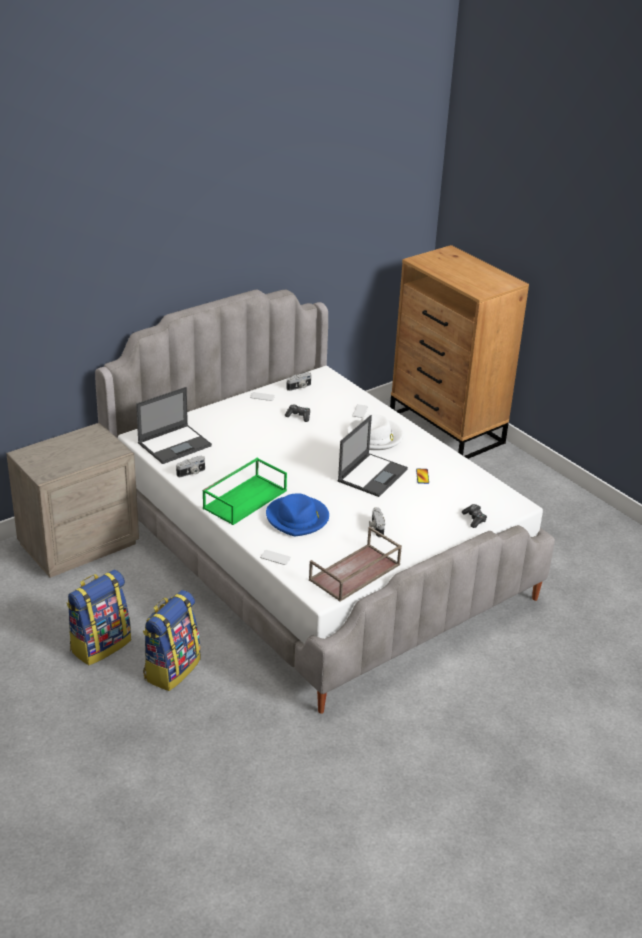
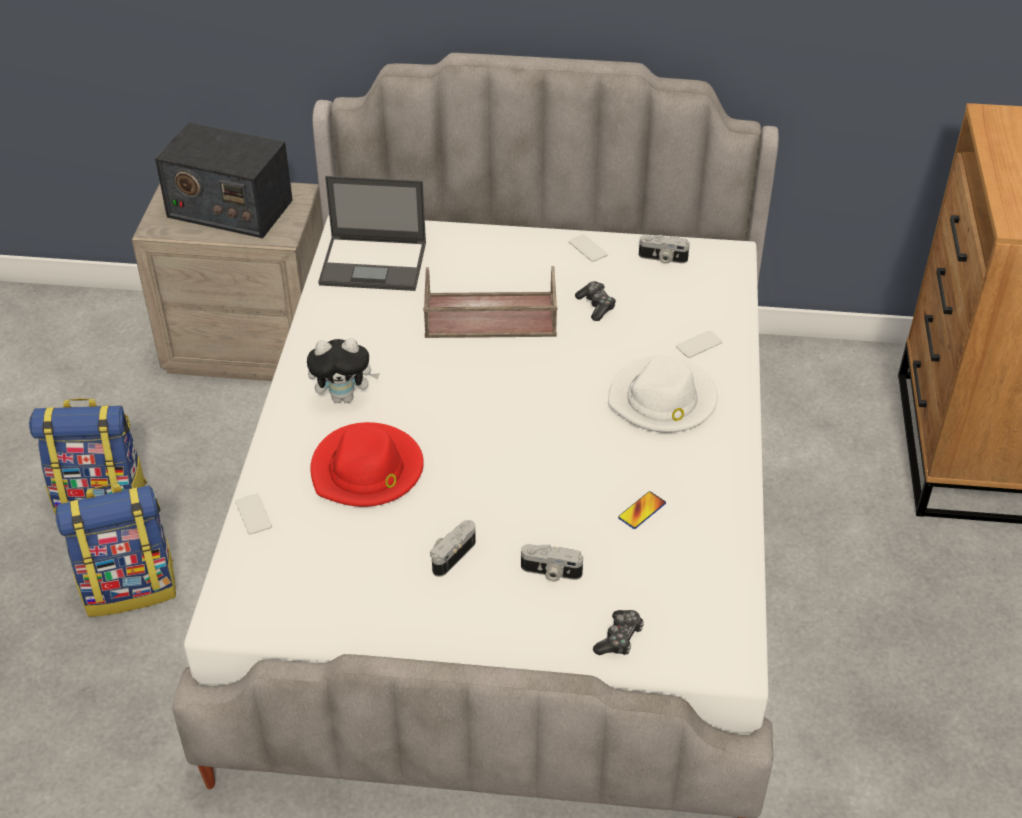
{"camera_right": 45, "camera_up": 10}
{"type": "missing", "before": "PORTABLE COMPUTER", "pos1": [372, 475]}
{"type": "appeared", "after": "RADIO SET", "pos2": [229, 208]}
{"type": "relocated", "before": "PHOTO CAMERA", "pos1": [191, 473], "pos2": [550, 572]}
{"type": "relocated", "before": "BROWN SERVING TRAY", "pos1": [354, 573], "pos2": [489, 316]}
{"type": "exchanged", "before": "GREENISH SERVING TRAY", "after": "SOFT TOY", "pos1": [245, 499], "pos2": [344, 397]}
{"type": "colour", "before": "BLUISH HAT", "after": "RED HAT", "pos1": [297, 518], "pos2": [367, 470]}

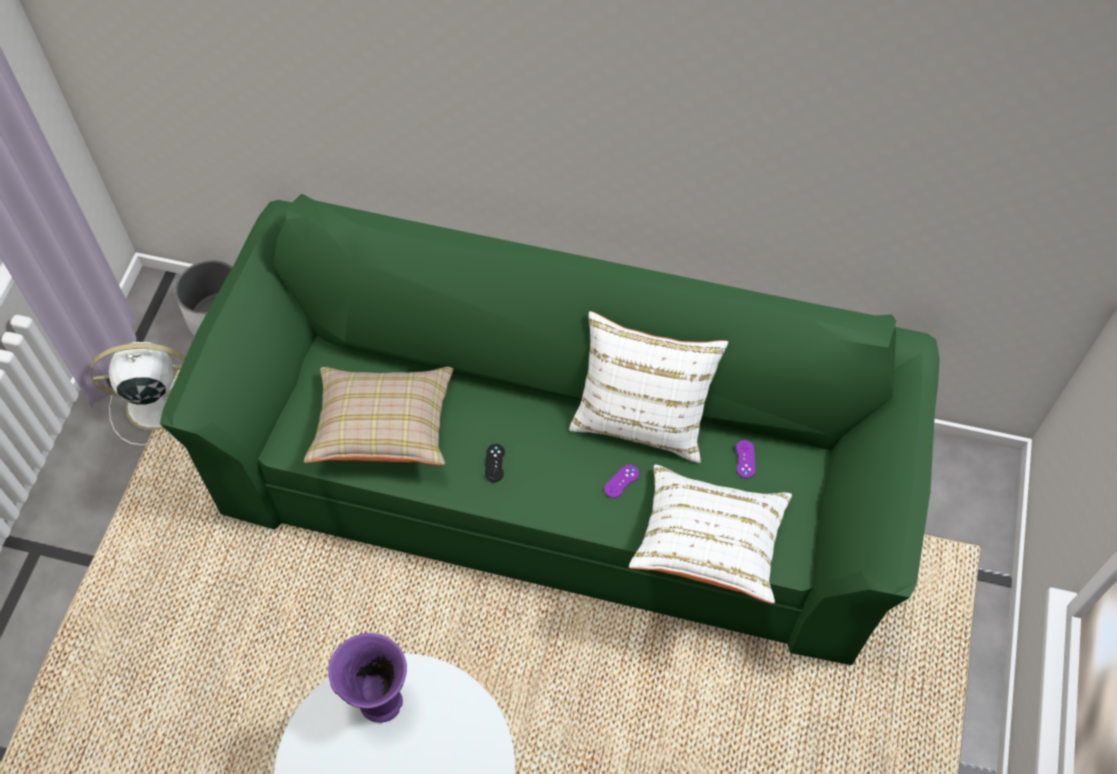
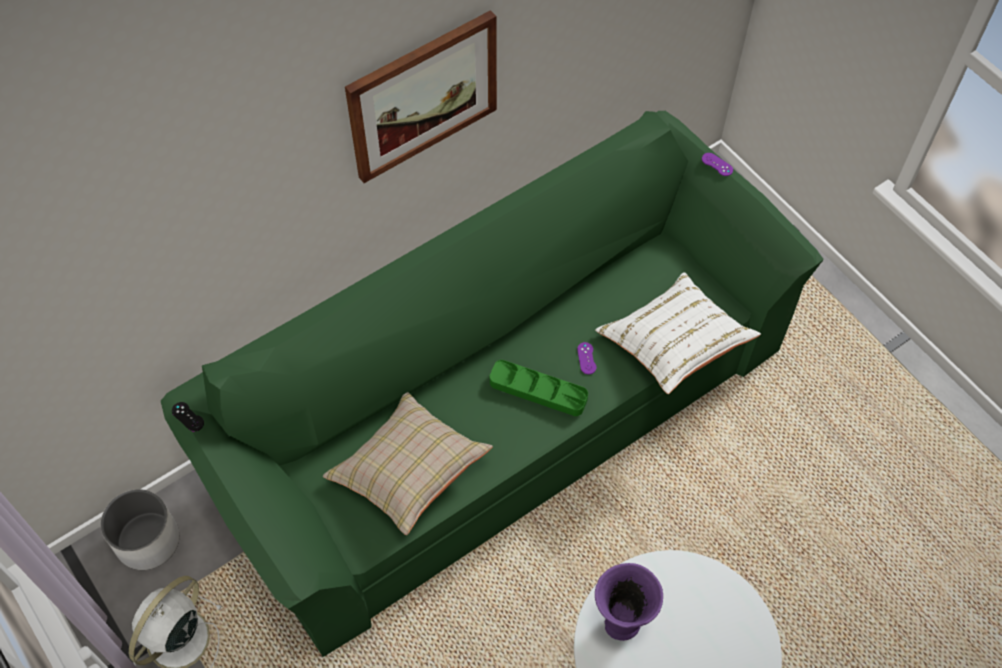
{"camera_right": -50, "camera_up": 0}
{"type": "missing", "before": "WHITE PILLOW", "pos1": [642, 416]}
{"type": "appeared", "after": "WALL ART", "pos2": [422, 95]}
{"type": "appeared", "after": "GREENISH SERVING TRAY", "pos2": [538, 390]}
{"type": "relocated", "before": "BLACKISH GAMEPAD", "pos1": [495, 463], "pos2": [188, 416]}
{"type": "relocated", "before": "PURPLE-COLOURED GAMEPAD", "pos1": [745, 459], "pos2": [717, 164]}

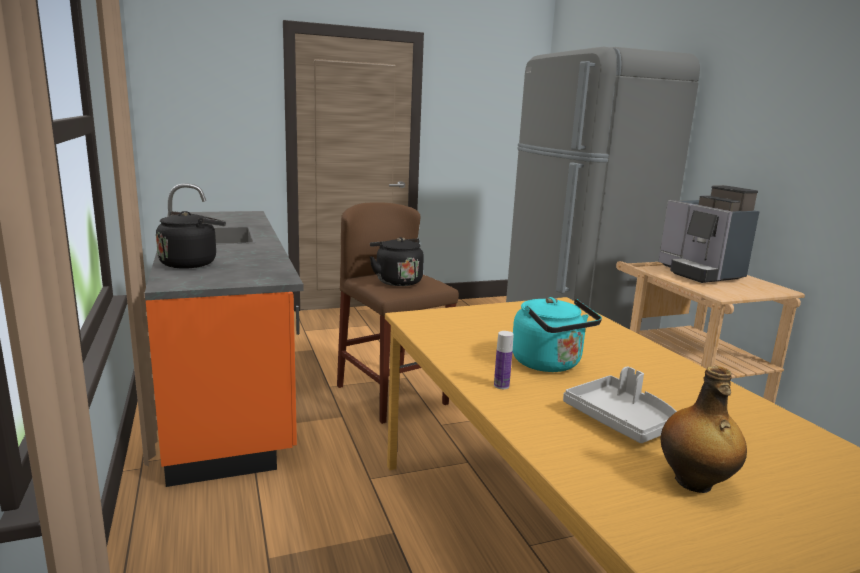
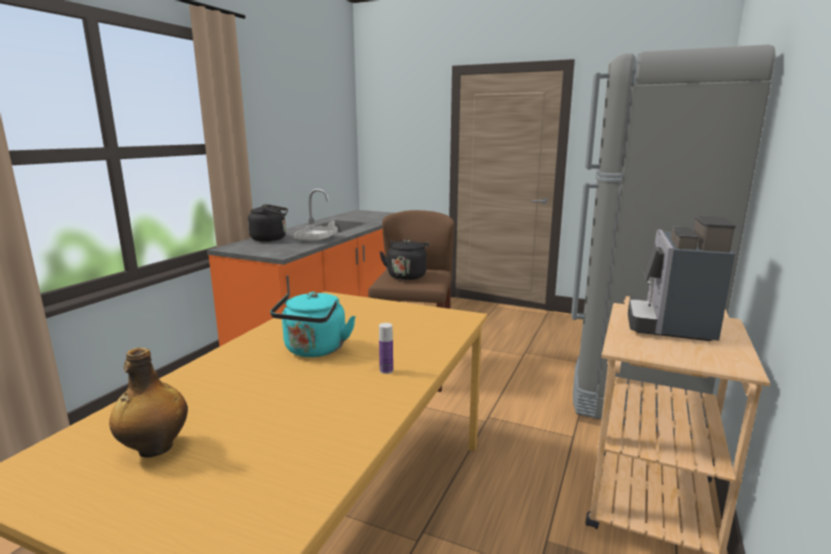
{"camera_right": 45, "camera_up": 0}
{"type": "relocated", "before": "BOTTLE", "pos1": [501, 386], "pos2": [386, 370]}
{"type": "relocated", "before": "GREY SERVING TRAY", "pos1": [621, 420], "pos2": [317, 239]}

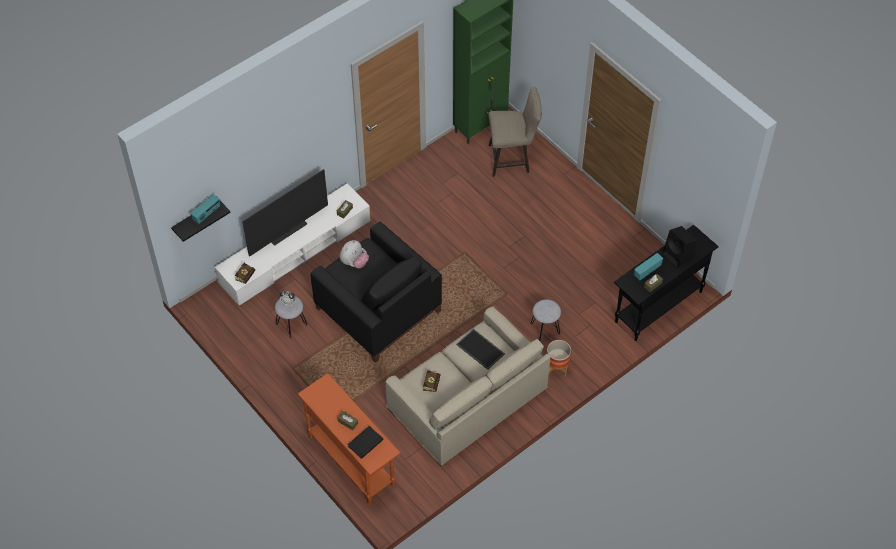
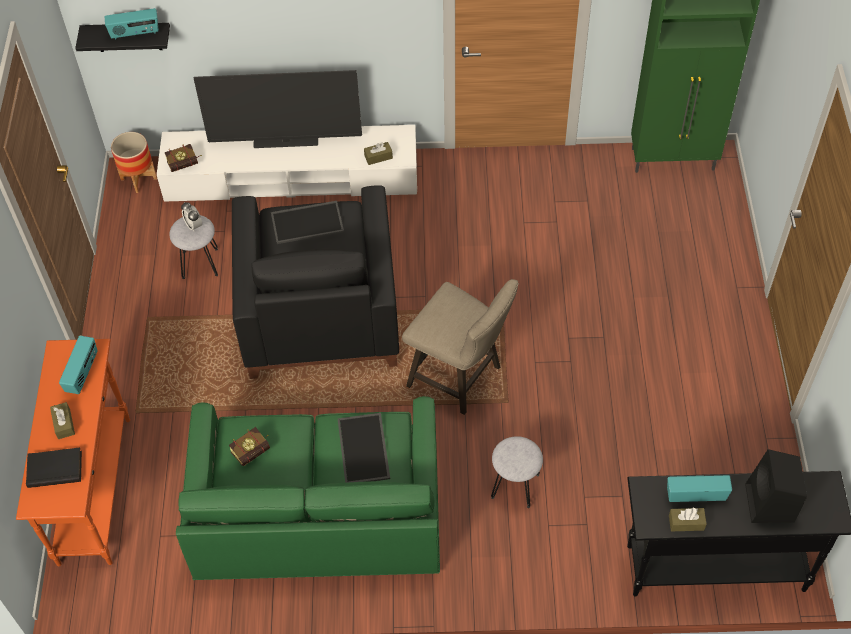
{"camera_right": 40, "camera_up": 0}
{"type": "appeared", "after": "RADIO SET", "pos2": [83, 373]}
{"type": "relocated", "before": "BEIGE-COLOURED SITTING STOOL", "pos1": [512, 159], "pos2": [460, 378]}
{"type": "relocated", "before": "FLOWER POT", "pos1": [557, 368], "pos2": [138, 179]}
{"type": "exchanged", "before": "SOFT TOY", "after": "SERVING TRAY", "pos1": [354, 262], "pos2": [307, 221]}
{"type": "colour", "before": "BEIGE-COLOURED SETTEE", "after": "GREENISH SETTEE", "pos1": [467, 399], "pos2": [317, 511]}

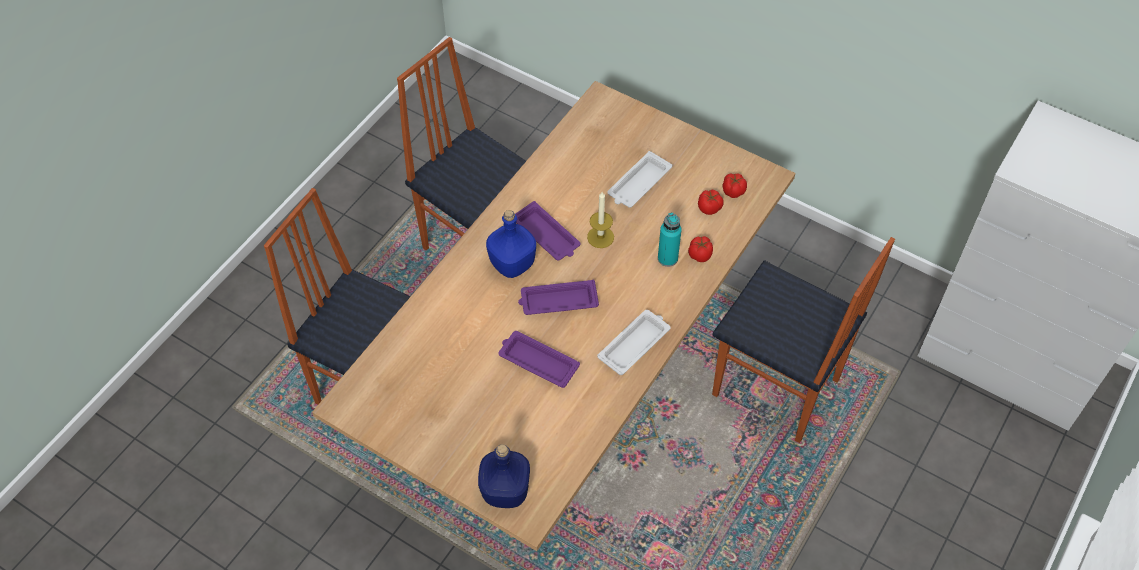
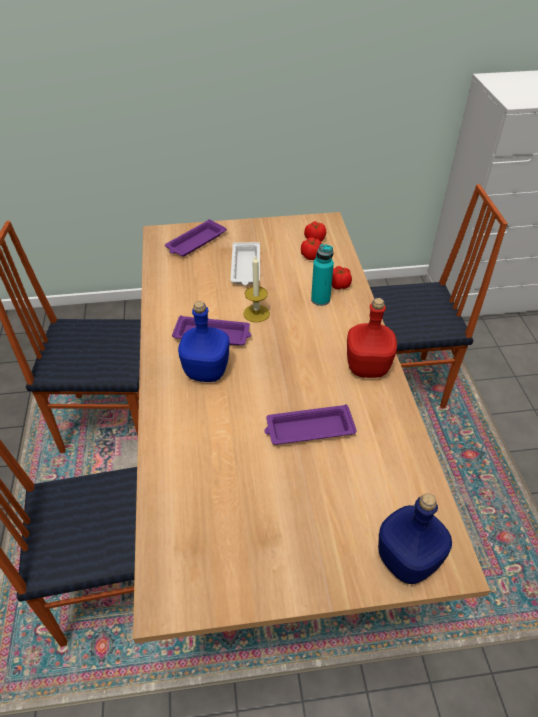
{"camera_right": -40, "camera_up": -10}
{"type": "relocated", "before": "PURPLE-COLOURED SERVING TRAY", "pos1": [557, 301], "pos2": [195, 242]}
{"type": "exchanged", "before": "WHITE SERVING TRAY", "after": "RED BOTTLE", "pos1": [635, 344], "pos2": [366, 367]}

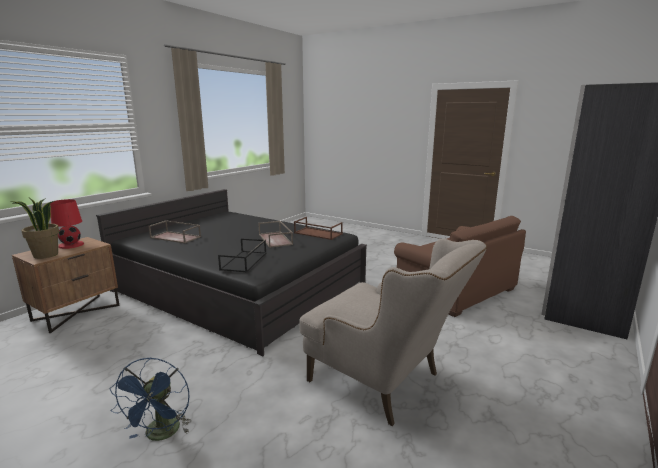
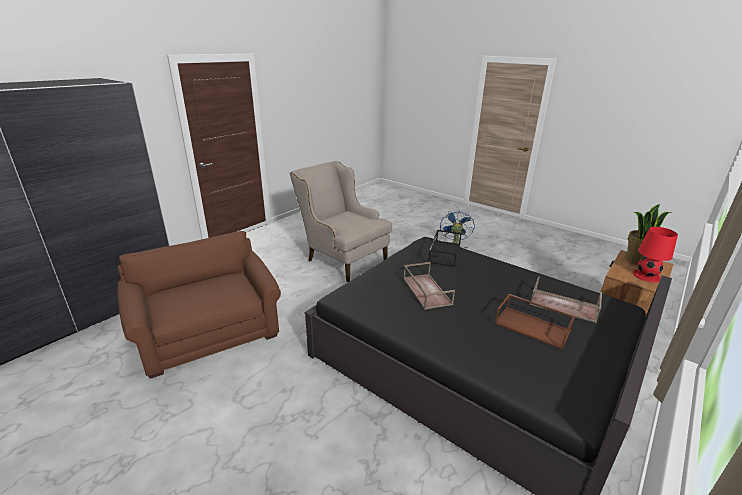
{"camera_right": -175, "camera_up": 10}
{"type": "relocated", "before": "BROWN SERVING TRAY", "pos1": [317, 233], "pos2": [533, 327]}

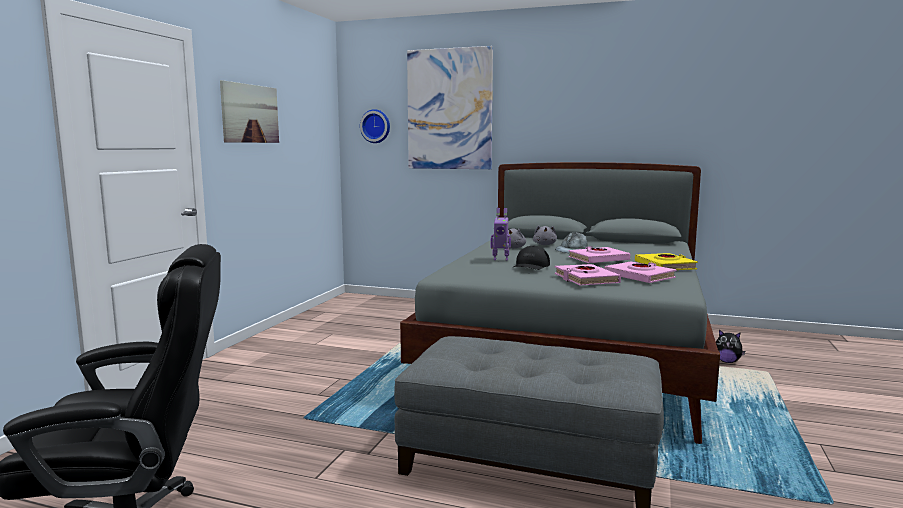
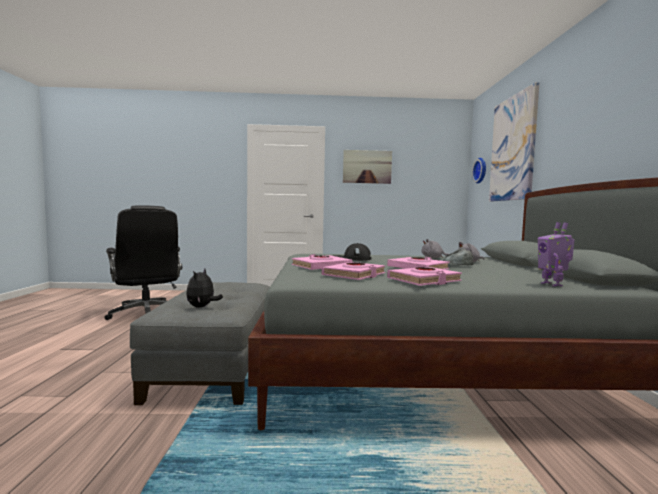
{"camera_right": 70, "camera_up": -5}
{"type": "relocated", "before": "ROBOT FIGURE", "pos1": [500, 259], "pos2": [552, 284]}
{"type": "relocated", "before": "SOFT TOY", "pos1": [727, 361], "pos2": [202, 307]}
{"type": "colour", "before": "YELLOW VOLUME", "after": "PINKISH VOLUME", "pos1": [665, 266], "pos2": [424, 281]}

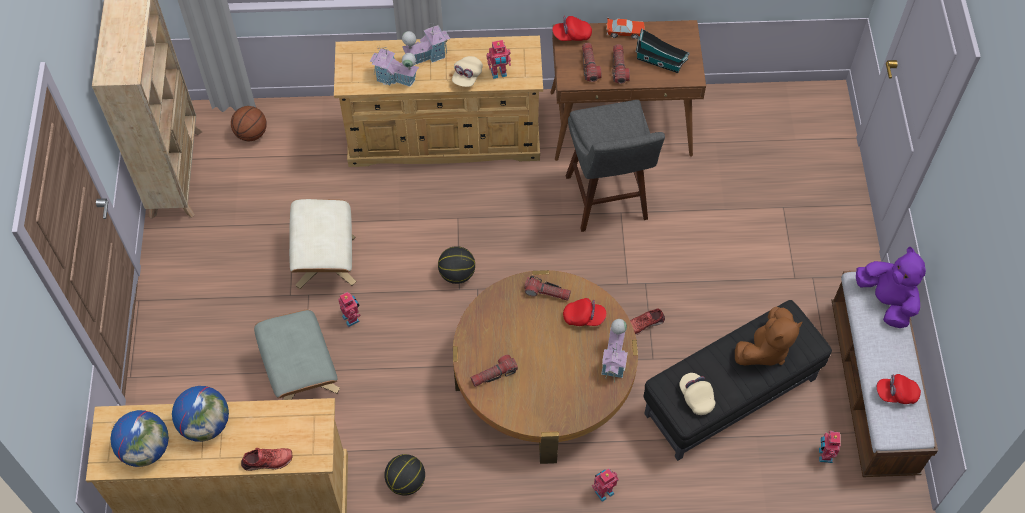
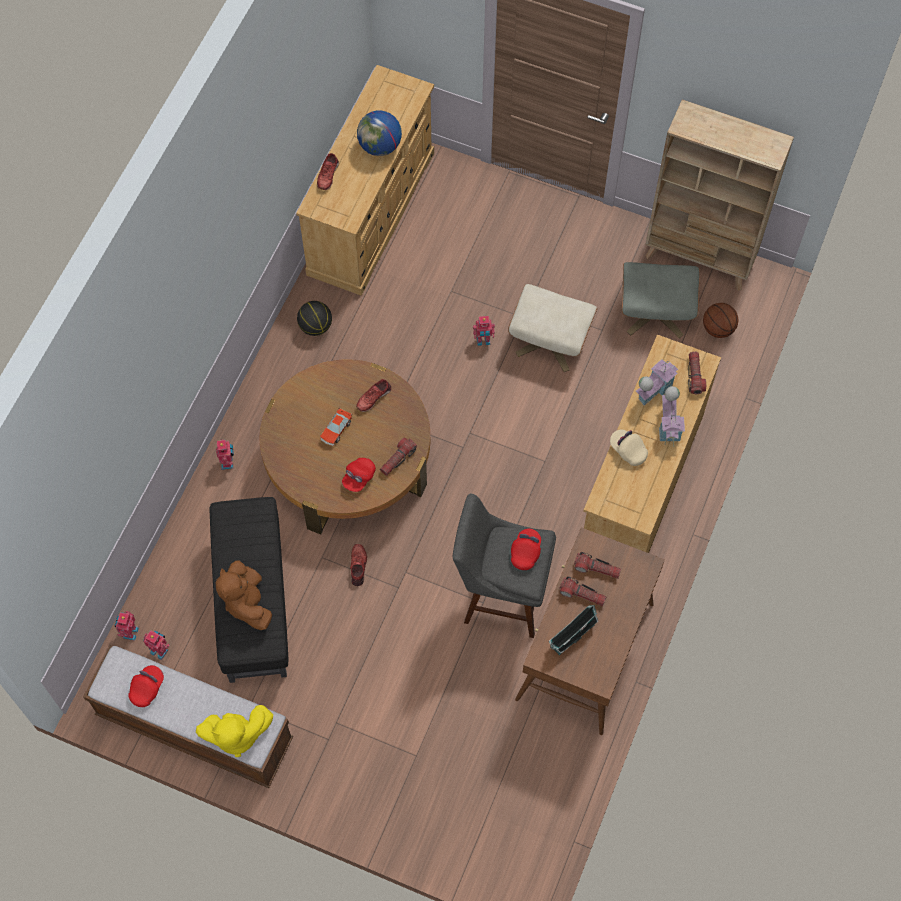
{"camera_right": 115, "camera_up": 5}
{"type": "missing", "before": "DESK GLOBE", "pos1": [146, 448]}
{"type": "missing", "before": "BASKETBALL", "pos1": [457, 274]}
{"type": "missing", "before": "MINIATURE HOUSE", "pos1": [614, 360]}
{"type": "missing", "before": "BEIGE-COLOURED CAP", "pos1": [696, 397]}
{"type": "appeared", "after": "RED SHOE", "pos2": [373, 397]}
{"type": "relocated", "before": "GREY FOOTREST", "pos1": [301, 375], "pos2": [655, 312]}
{"type": "relocated", "before": "HAND TORCH", "pos1": [494, 375], "pos2": [694, 376]}
{"type": "relocated", "before": "ROBOT FIGURE", "pos1": [499, 73], "pos2": [129, 632]}
{"type": "relocated", "before": "RED CAP", "pos1": [571, 35], "pos2": [525, 552]}
{"type": "relocated", "before": "TOY CAR", "pos1": [625, 32], "pos2": [336, 430]}
{"type": "colour", "before": "PURPLE-COLOURED SOFT TOY", "after": "YELLOW SOFT TOY", "pos1": [886, 301], "pos2": [235, 735]}

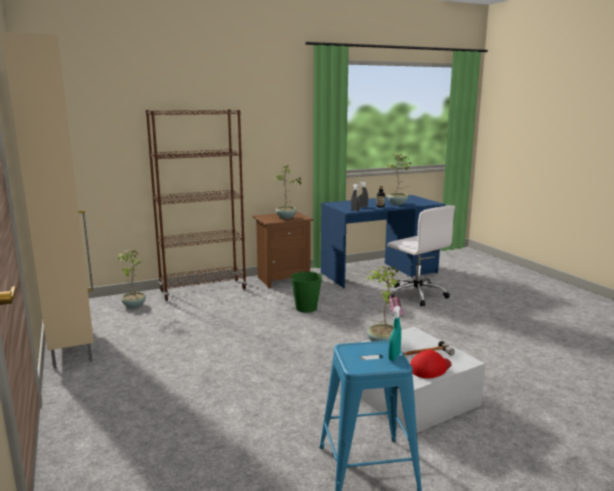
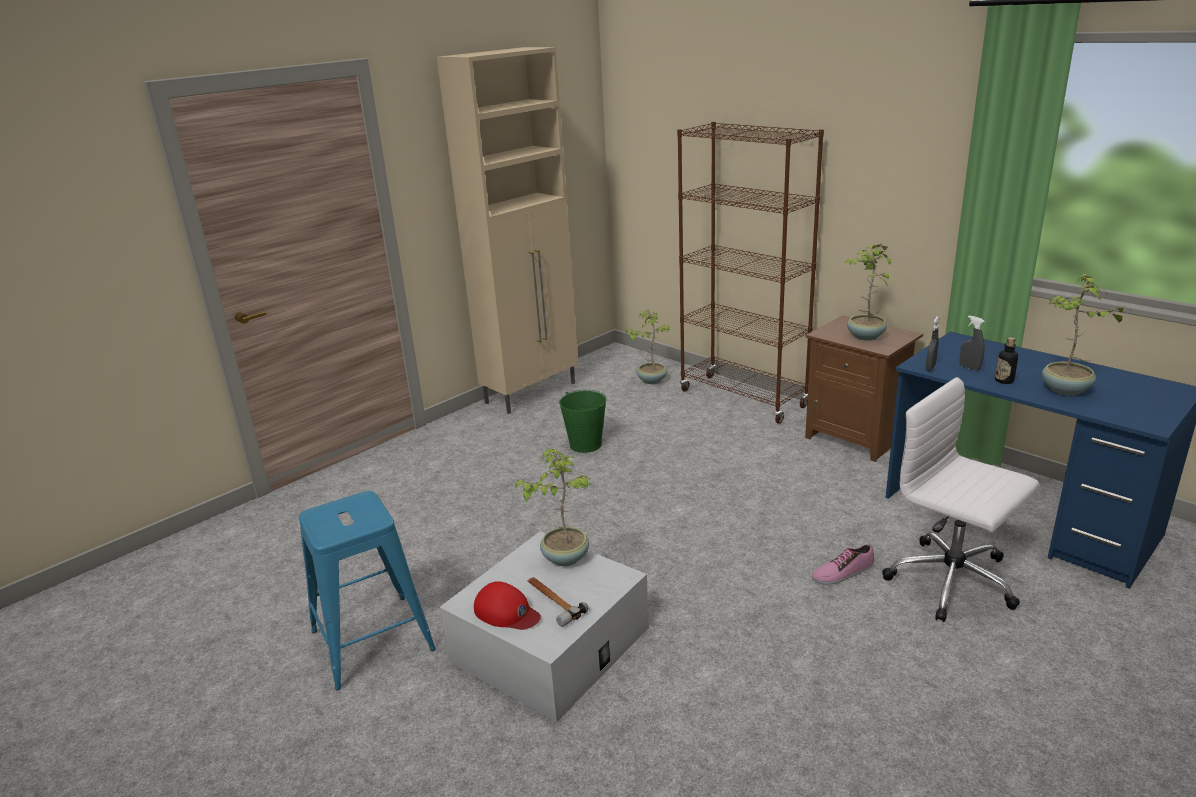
{"camera_right": 70, "camera_up": 10}
{"type": "missing", "before": "BLUE-GREEN HAND SPRAYER", "pos1": [394, 357]}
{"type": "relocated", "before": "GREENISH WATER BUCKET", "pos1": [306, 308], "pos2": [585, 445]}
{"type": "spun", "before": "WHITE COMPUTER CHAIR", "pos1": [416, 294], "pos2": [953, 582], "turn": 105}

